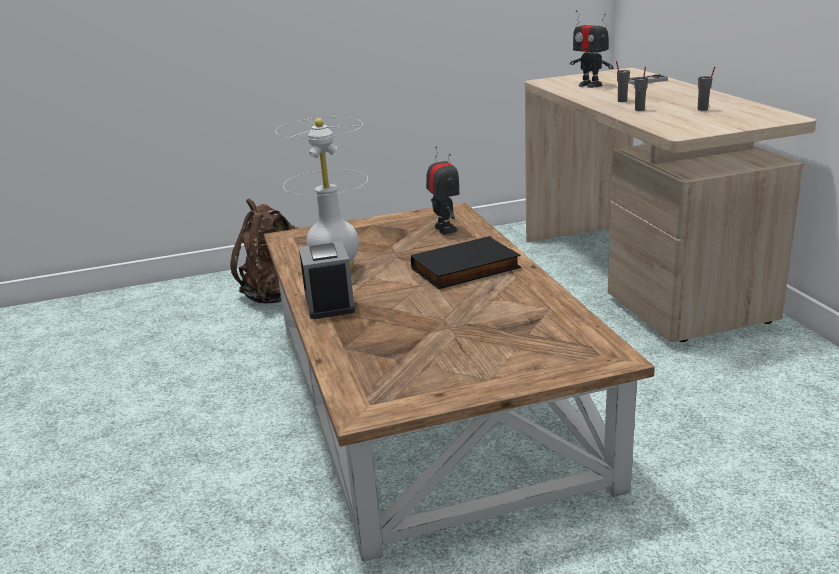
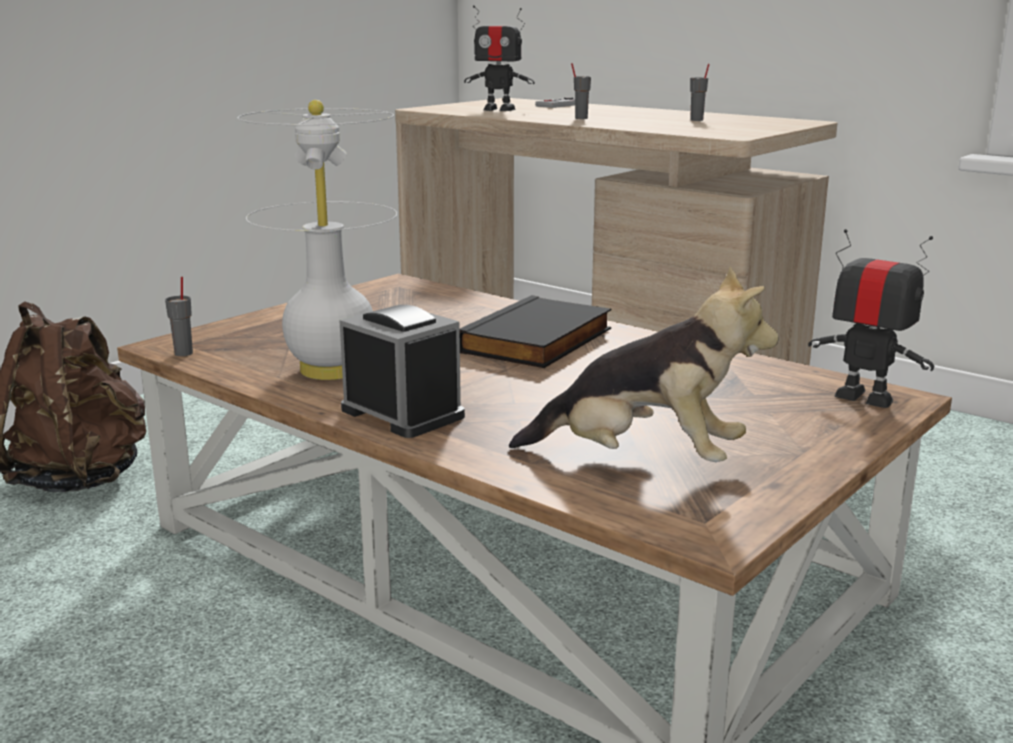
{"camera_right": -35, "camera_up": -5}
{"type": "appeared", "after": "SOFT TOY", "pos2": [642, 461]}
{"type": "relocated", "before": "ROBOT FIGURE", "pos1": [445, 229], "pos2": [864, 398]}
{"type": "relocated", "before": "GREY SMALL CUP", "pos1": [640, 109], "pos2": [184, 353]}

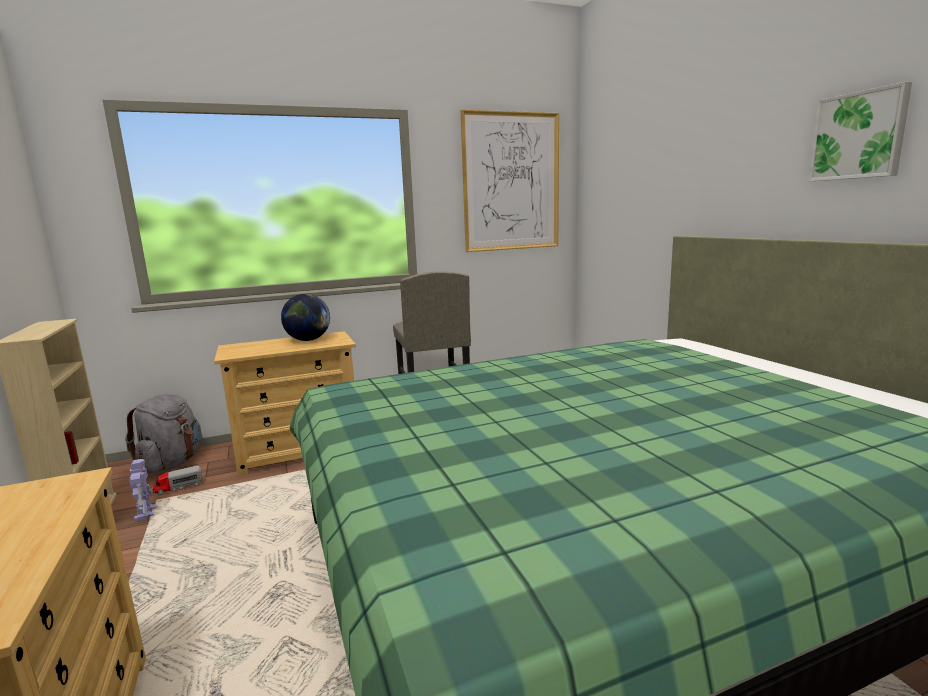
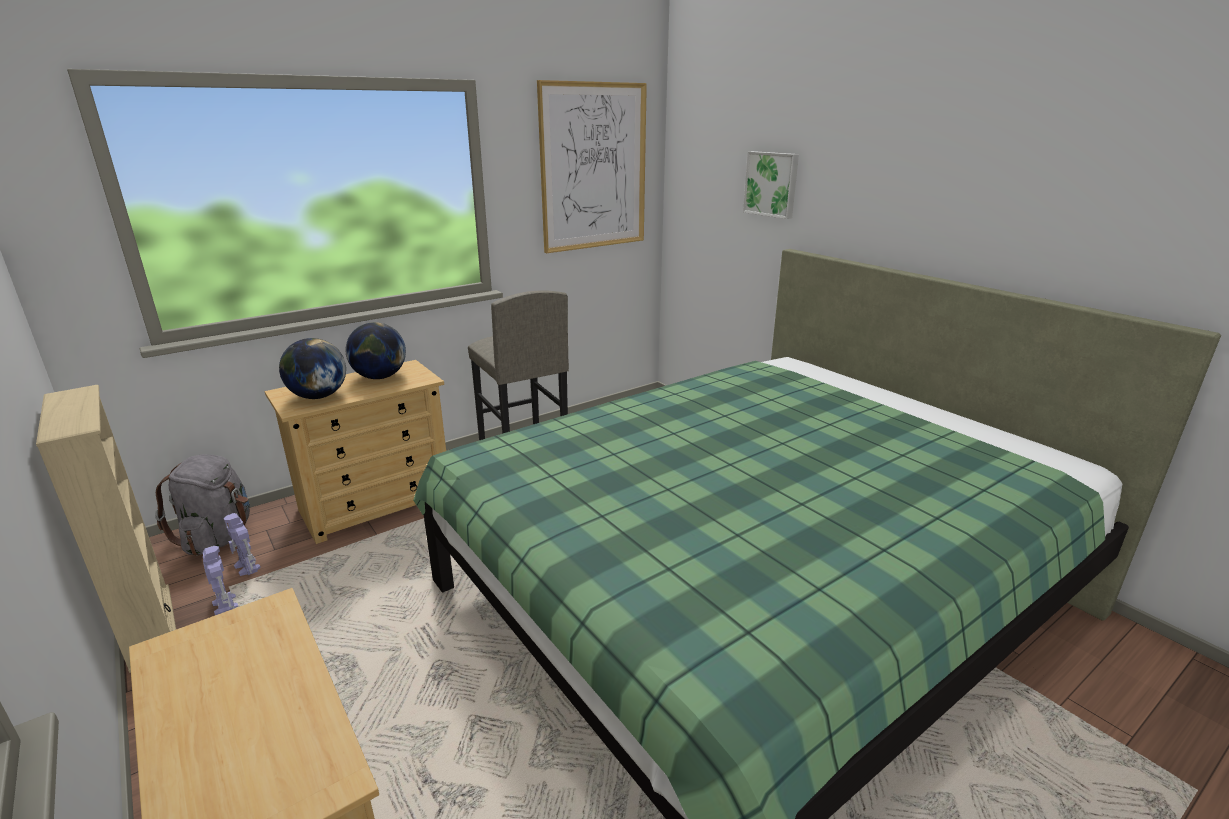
{"camera_right": -15, "camera_up": 10}
{"type": "appeared", "after": "DESK GLOBE", "pos2": [318, 396]}
{"type": "relocated", "before": "WALL ART", "pos1": [859, 136], "pos2": [772, 184]}
{"type": "exchanged", "before": "MODEL TRUCK", "after": "ROBOT FIGURE", "pos1": [178, 487], "pos2": [247, 567]}

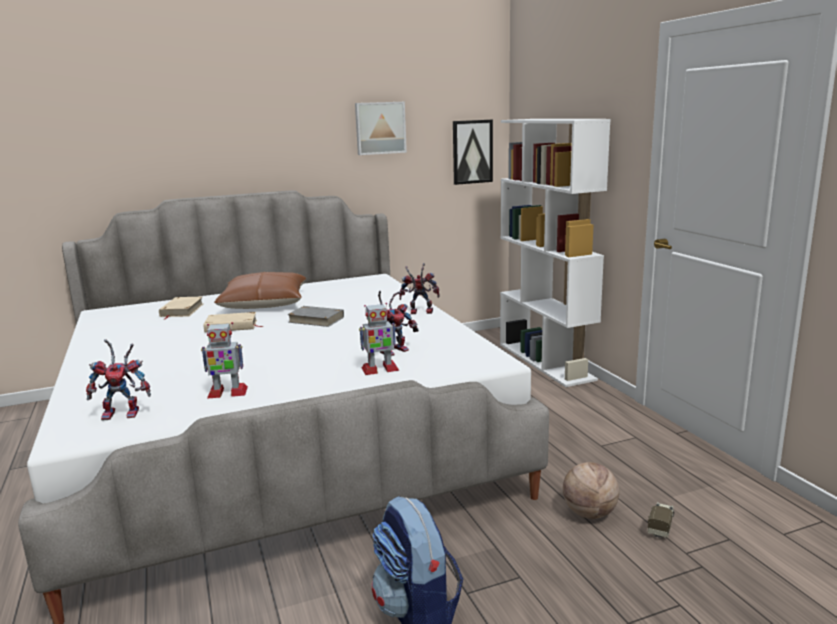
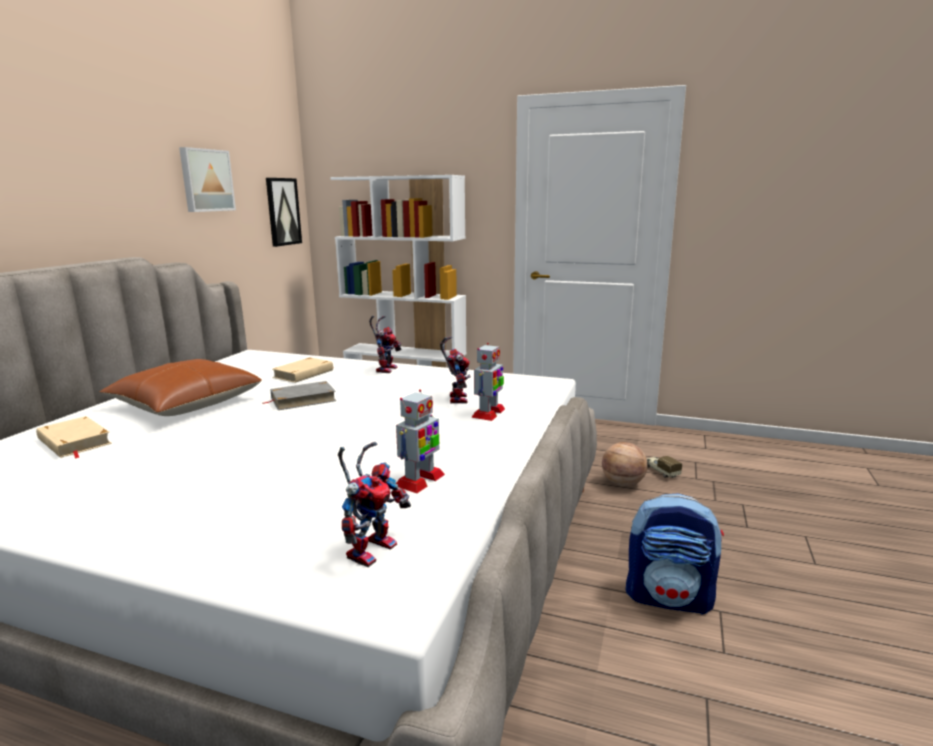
{"camera_right": -50, "camera_up": 0}
{"type": "relocated", "before": "BEIGE-COLOURED VOLUME", "pos1": [231, 326], "pos2": [304, 374]}
{"type": "spun", "before": "ROBOT FIGURE", "pos1": [419, 312], "pos2": [385, 369], "turn": 150}

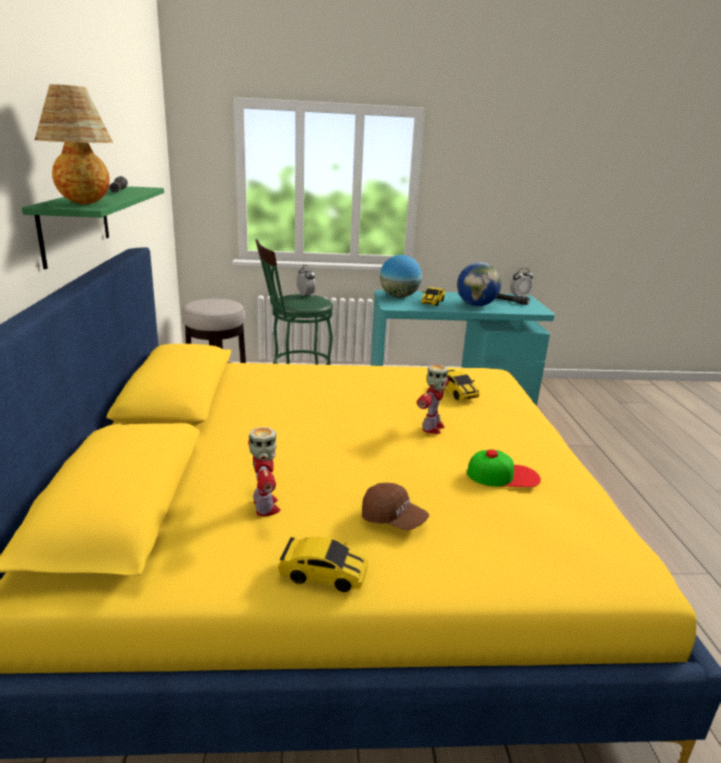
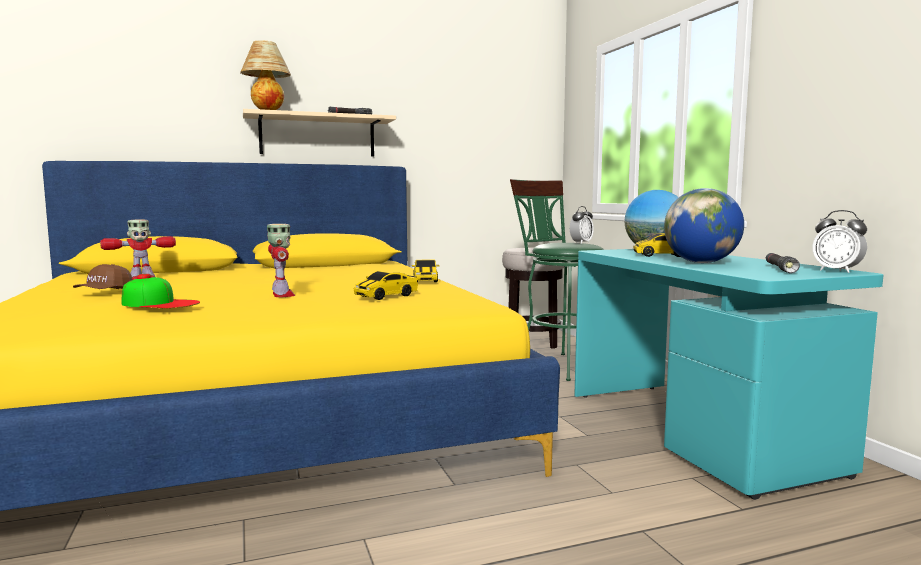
{"camera_right": 75, "camera_up": -15}
{"type": "relocated", "before": "TOY CAR", "pos1": [323, 574], "pos2": [425, 280]}
{"type": "colour", "before": "GREENISH WALL SHELF", "after": "BEIGE-COLOURED WALL SHELF", "pos1": [75, 223], "pos2": [317, 136]}
{"type": "spun", "before": "ROBOT FIGURE", "pos1": [432, 428], "pos2": [282, 295], "turn": -120}
{"type": "spun", "before": "CAP", "pos1": [503, 475], "pos2": [160, 303], "turn": -60}

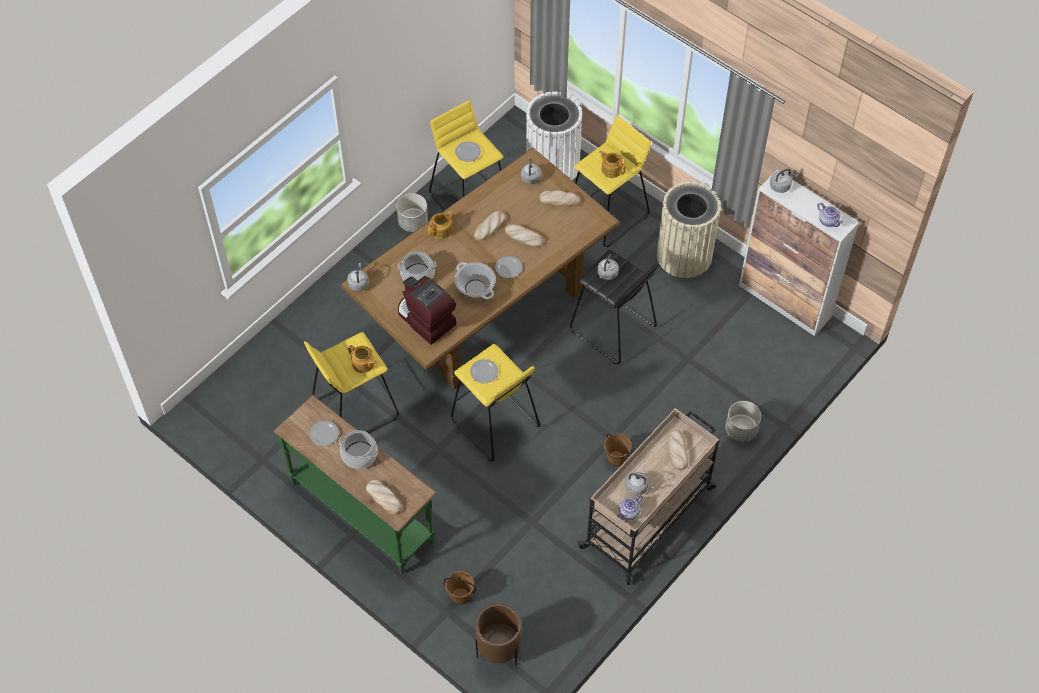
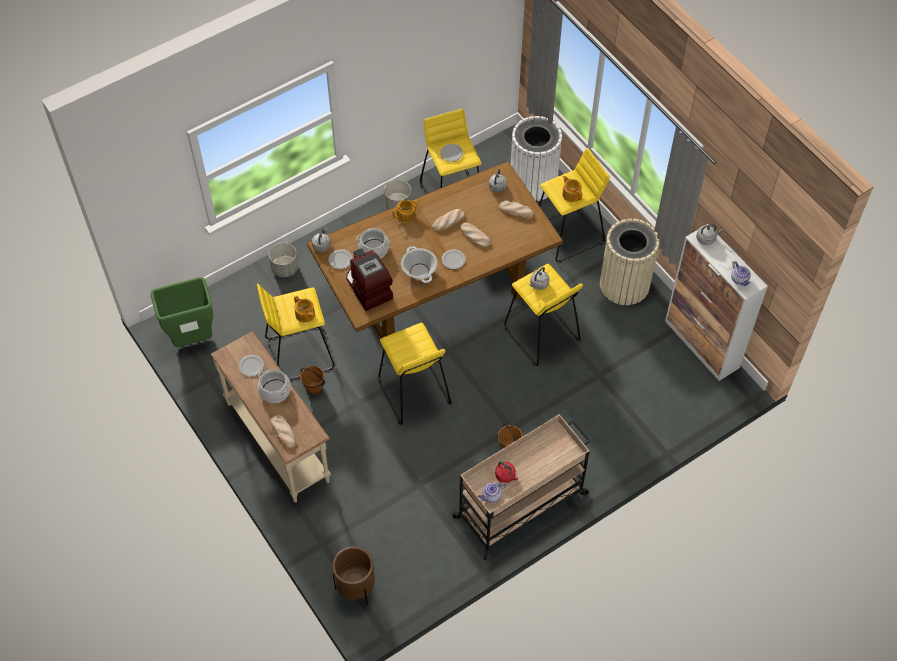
{"camera_right": 15, "camera_up": 0}
{"type": "missing", "before": "BAKED BREAD", "pos1": [677, 450]}
{"type": "appeared", "after": "GREENISH RUBBISH BIN", "pos2": [193, 339]}
{"type": "relocated", "before": "BROWN WATER BUCKET", "pos1": [460, 596], "pos2": [314, 388]}
{"type": "relocated", "before": "DINNER PLATE", "pos1": [483, 372], "pos2": [340, 260]}
{"type": "relocated", "before": "GREY FLOWER POT", "pos1": [740, 430], "pos2": [284, 268]}
{"type": "colour", "before": "GREENISH CONSOLE TABLE", "after": "BEIGE-COLOURED CONSOLE TABLE", "pos1": [363, 511], "pos2": [279, 441]}
{"type": "colour", "before": "BLACKISH SITTING STOOL", "after": "YELLOW SITTING STOOL", "pos1": [613, 329], "pos2": [541, 335]}
{"type": "colour", "before": "GREY WATER KETTLE", "after": "RED WATER KETTLE", "pos1": [638, 487], "pos2": [506, 476]}

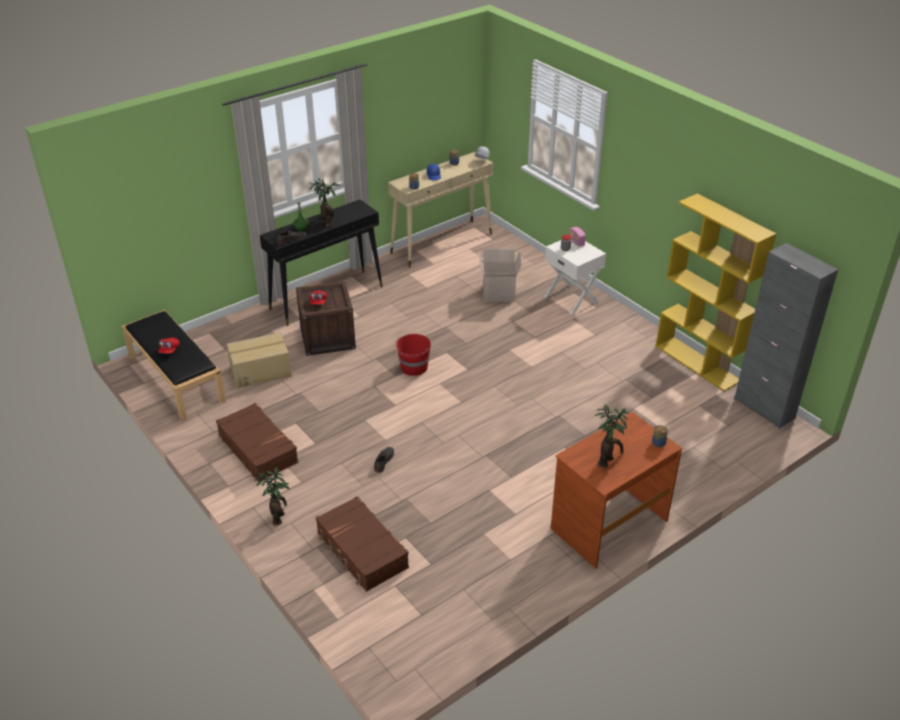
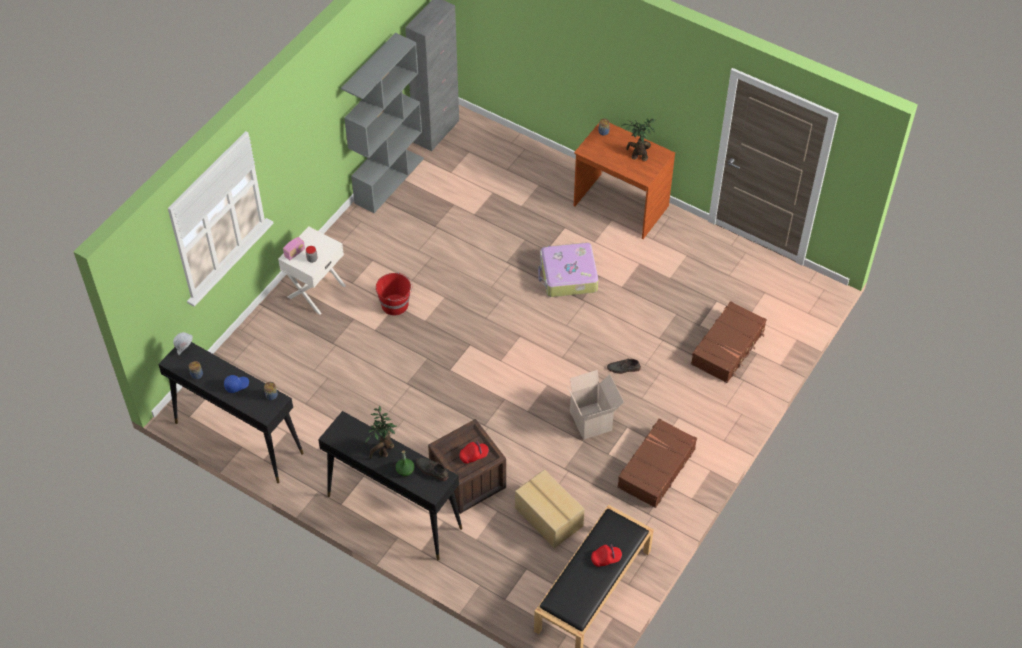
{"camera_right": -110, "camera_up": 15}
{"type": "missing", "before": "PLANT IN A POT", "pos1": [278, 517]}
{"type": "appeared", "after": "TRAVEL CASE", "pos2": [568, 276]}
{"type": "relocated", "before": "RED WATER BUCKET", "pos1": [414, 367], "pos2": [395, 304]}
{"type": "relocated", "before": "PACKING BOX", "pos1": [498, 294], "pos2": [592, 421]}
{"type": "colour", "before": "BEIGE-COLOURED CONSOLE TABLE", "after": "BLACKISH CONSOLE TABLE", "pos1": [442, 243], "pos2": [238, 437]}
{"type": "colour", "before": "YELLOW BOOKSHELF", "after": "GREY BOOKSHELF", "pos1": [698, 363], "pos2": [389, 180]}

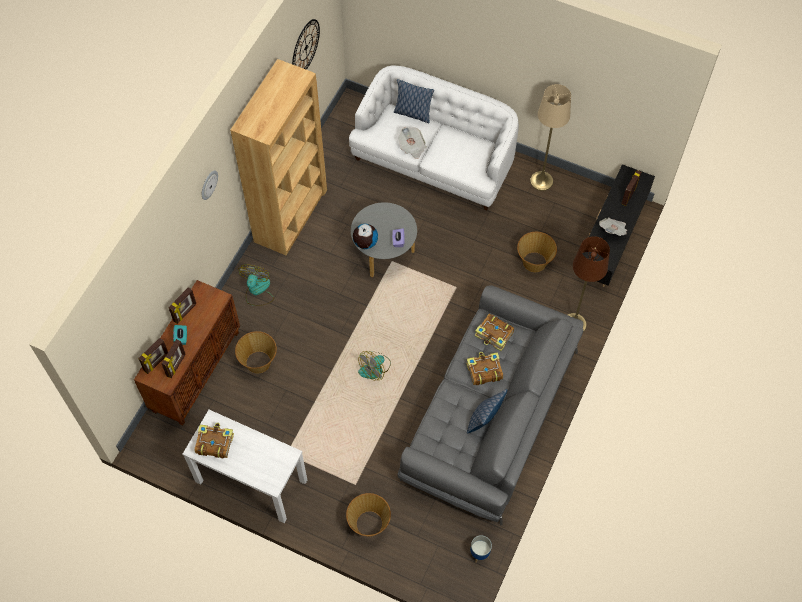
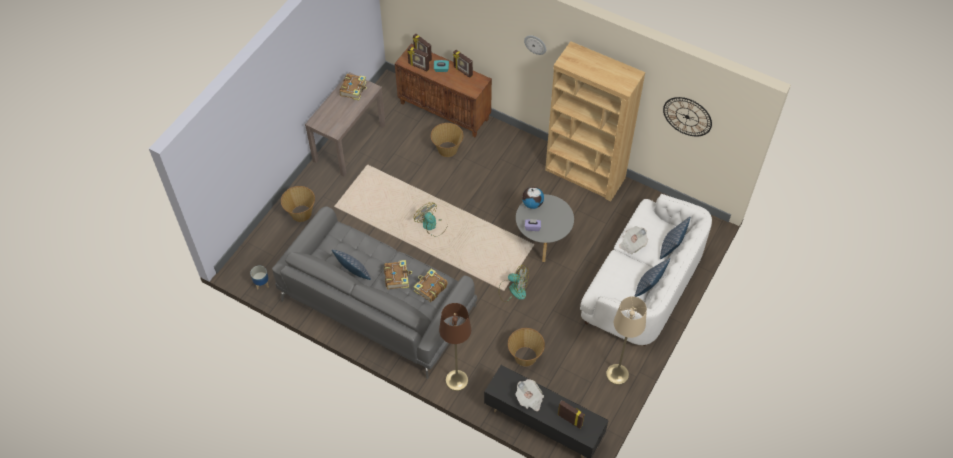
{"camera_right": 95, "camera_up": -5}
{"type": "appeared", "after": "PILLOW", "pos2": [649, 286]}
{"type": "relocated", "before": "ELECTRIC FAN", "pos1": [257, 291], "pos2": [513, 289]}
{"type": "colour", "before": "WHITE CONSOLE TABLE", "after": "BROWN CONSOLE TABLE", "pos1": [251, 481], "pos2": [349, 142]}

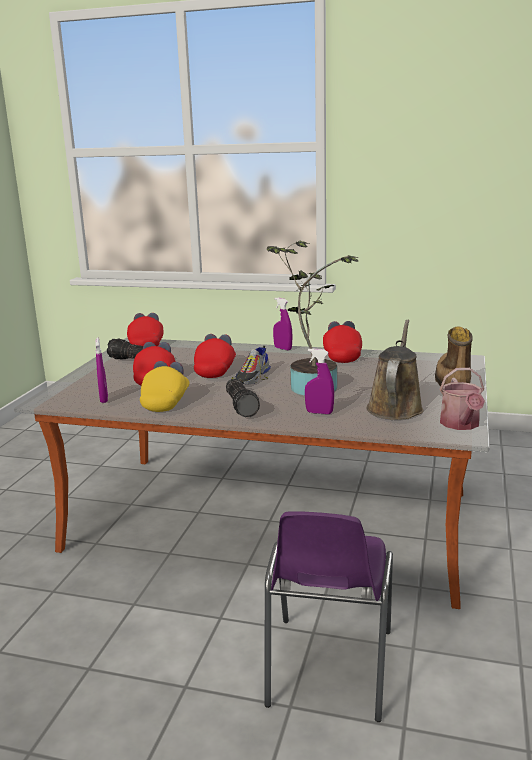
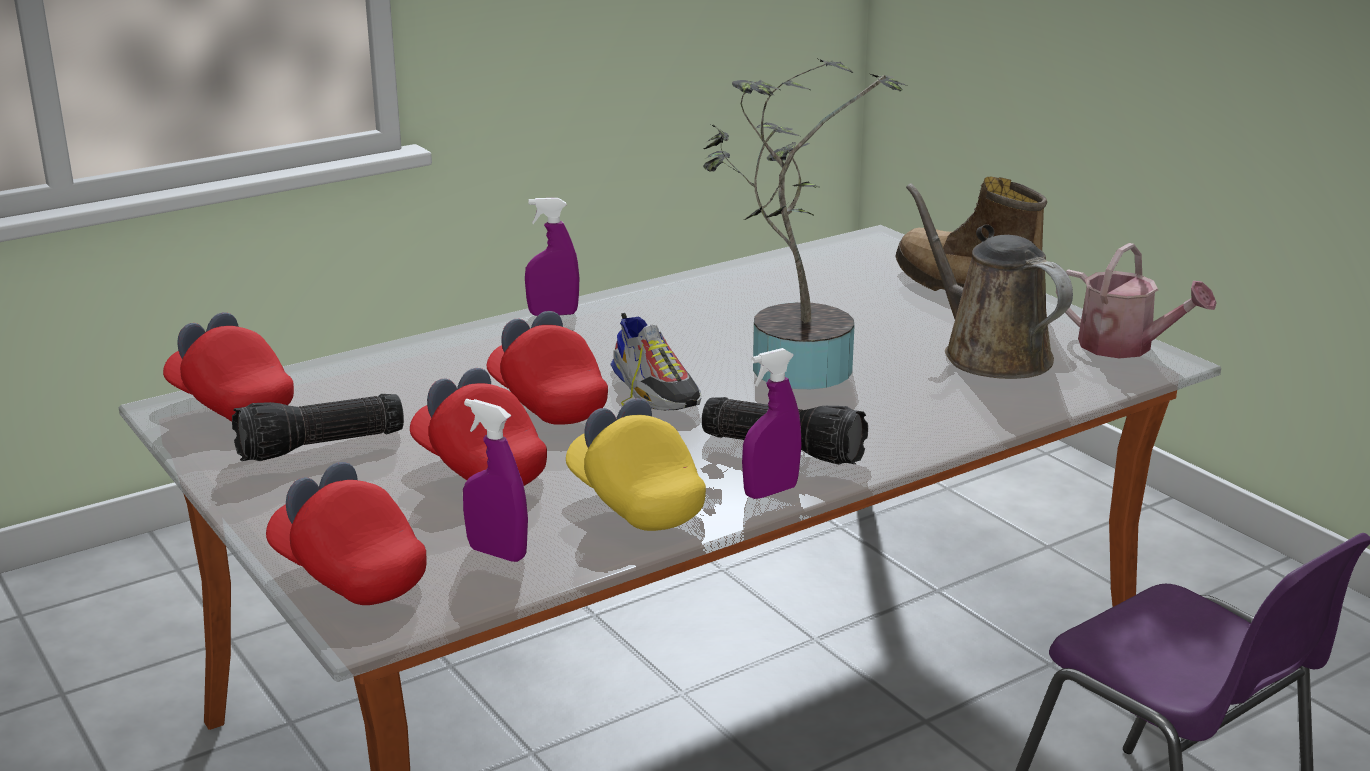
{"camera_right": -50, "camera_up": 5}
{"type": "relocated", "before": "PURPLE-COLOURED HAND SPRAYER", "pos1": [319, 412], "pos2": [770, 492]}
{"type": "relocated", "before": "RED CAP", "pos1": [342, 355], "pos2": [348, 572]}

